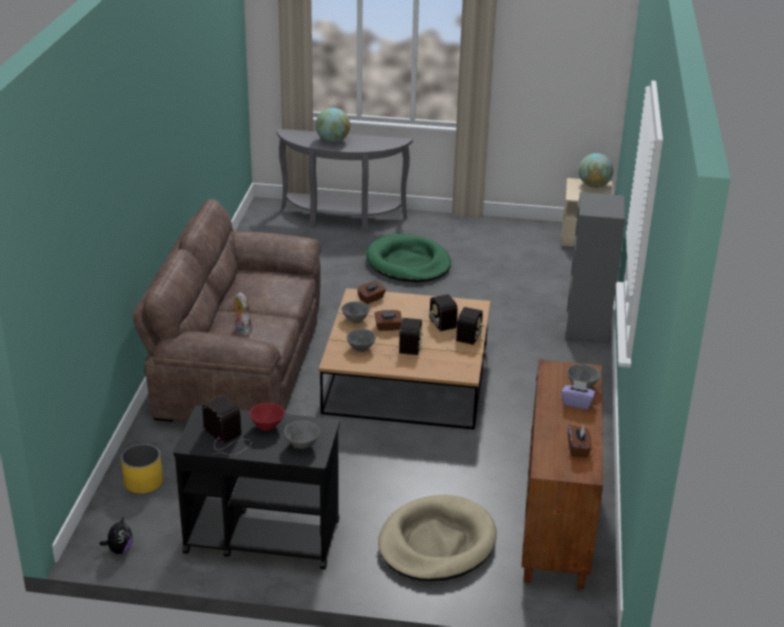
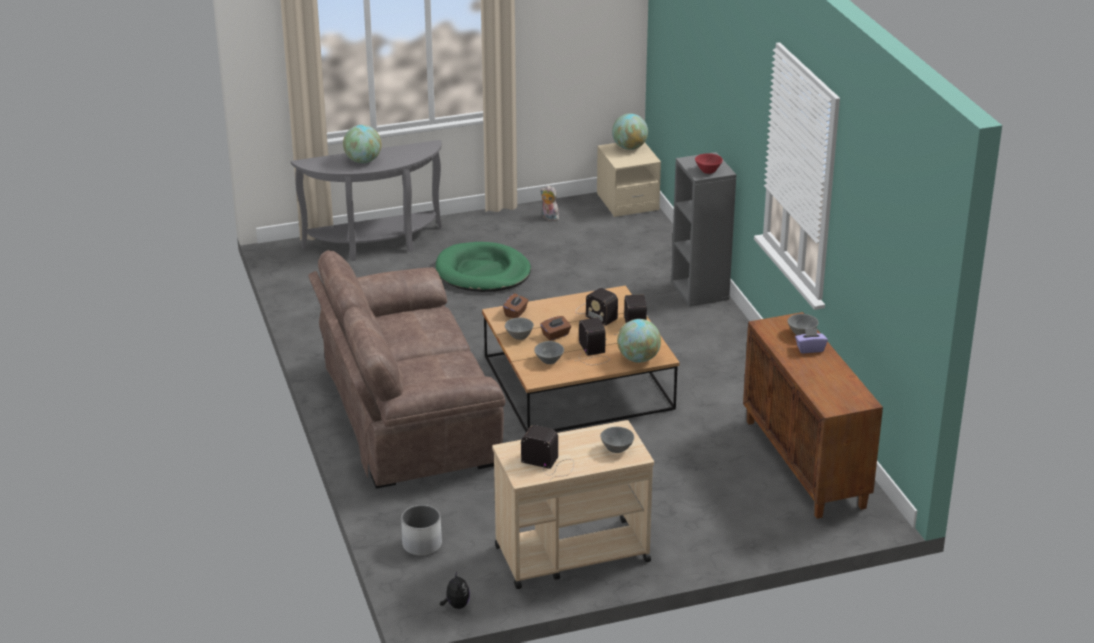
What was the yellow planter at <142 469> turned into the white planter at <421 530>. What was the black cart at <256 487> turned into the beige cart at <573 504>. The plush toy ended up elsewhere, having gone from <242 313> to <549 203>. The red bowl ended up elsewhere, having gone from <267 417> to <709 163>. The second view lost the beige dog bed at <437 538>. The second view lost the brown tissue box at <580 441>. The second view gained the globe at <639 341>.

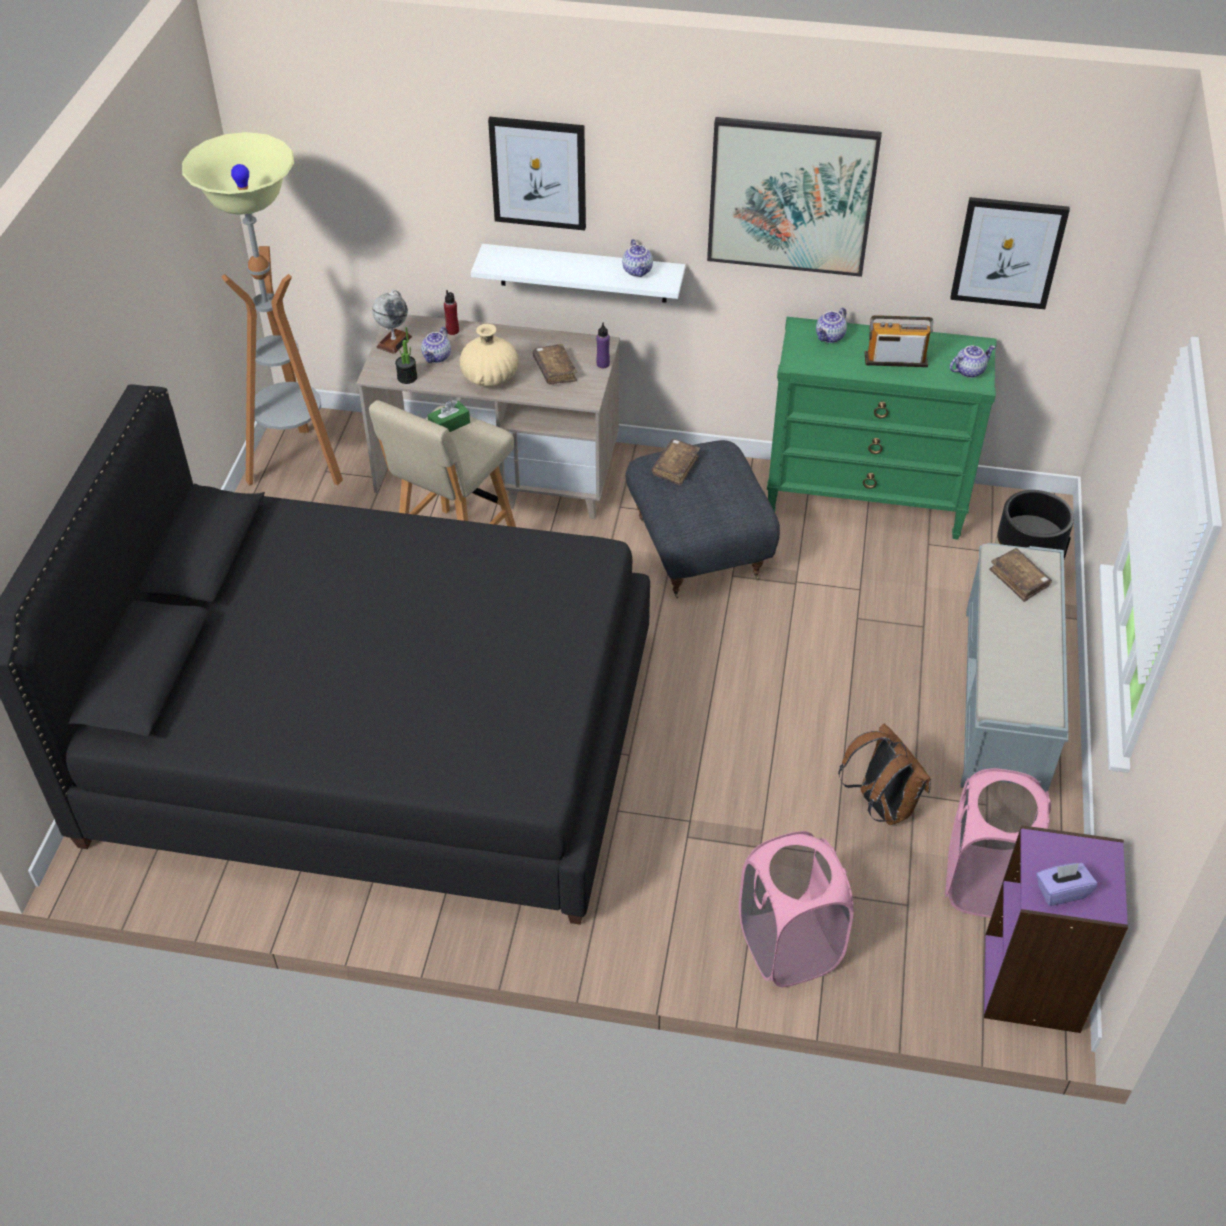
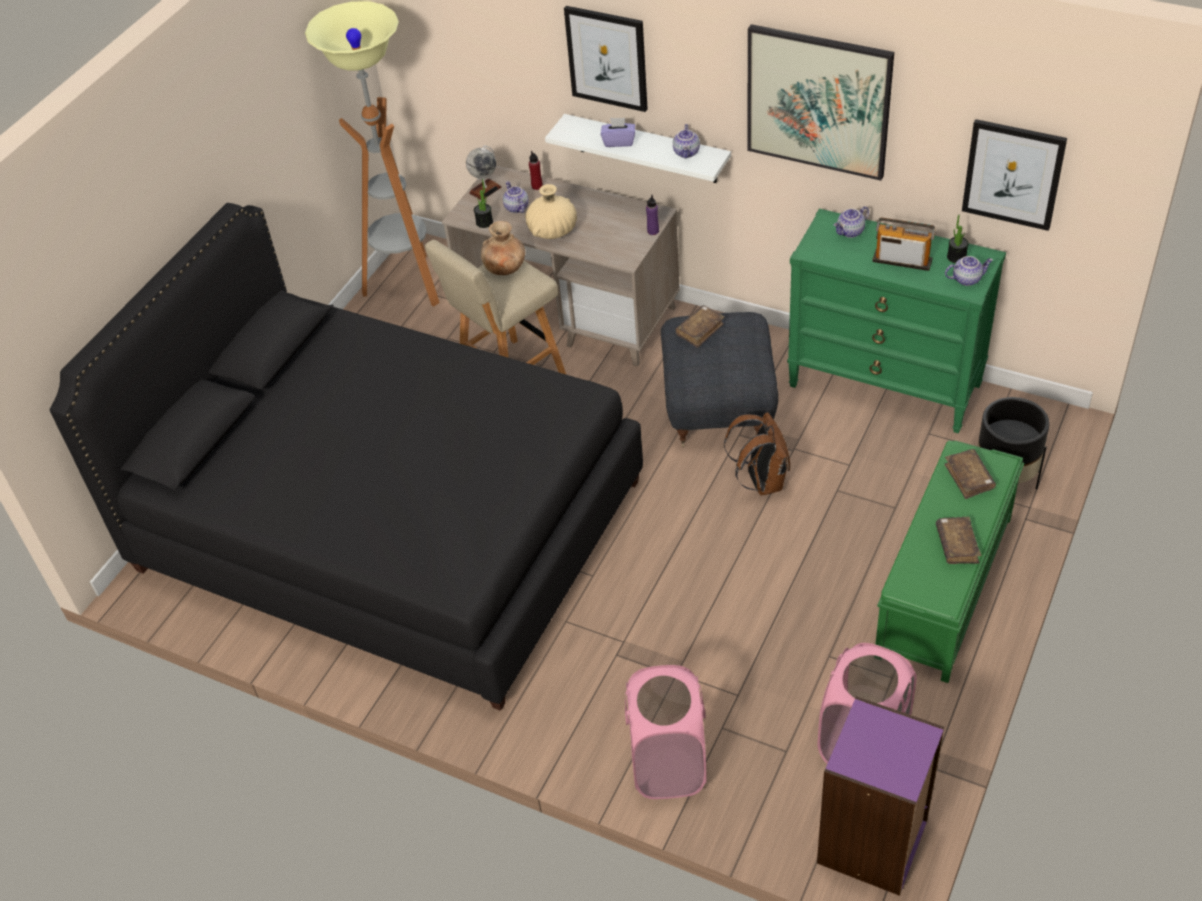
The teapot at <436 345> ended up facing another way, 120 degrees clockwise from before. Where the green tissue box stood at <448 416>, the brown vase came to stand at <503 248>. The brown book ended up elsewhere, having gone from <555 364> to <958 540>. The brown backpack ended up elsewhere, having gone from <884 774> to <757 453>. What was the grey bench at <1014 667> turned into the green bench at <949 562>. The purple tissue box ended up elsewhere, having gone from <1066 884> to <618 132>. The second view gained the potted plant at <958 239>.

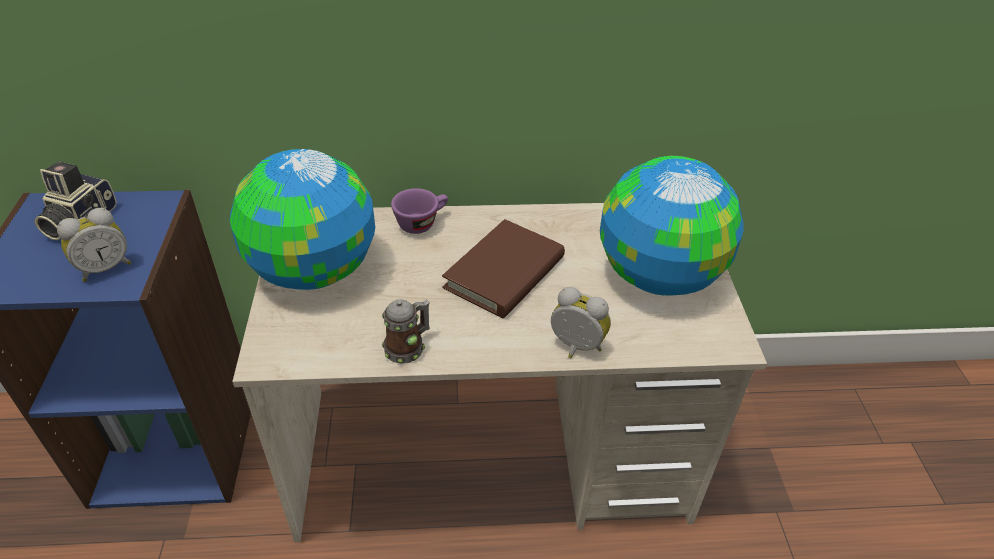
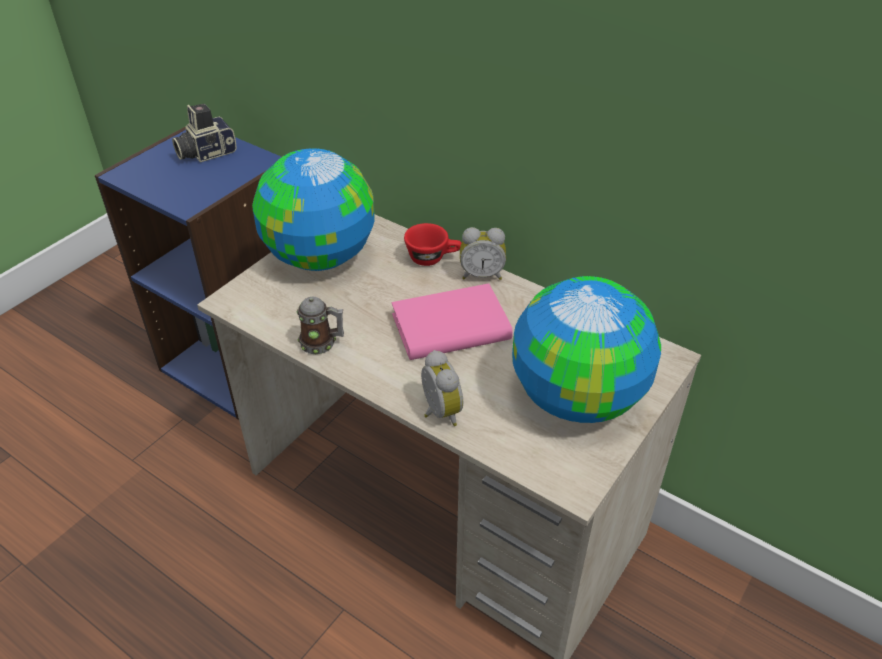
The alarm clock ended up elsewhere, having gone from <94 245> to <483 253>. What was the purple cup at <419 211> turned into the red cup at <433 244>. What was the brown book at <503 268> turned into the pink book at <452 322>.

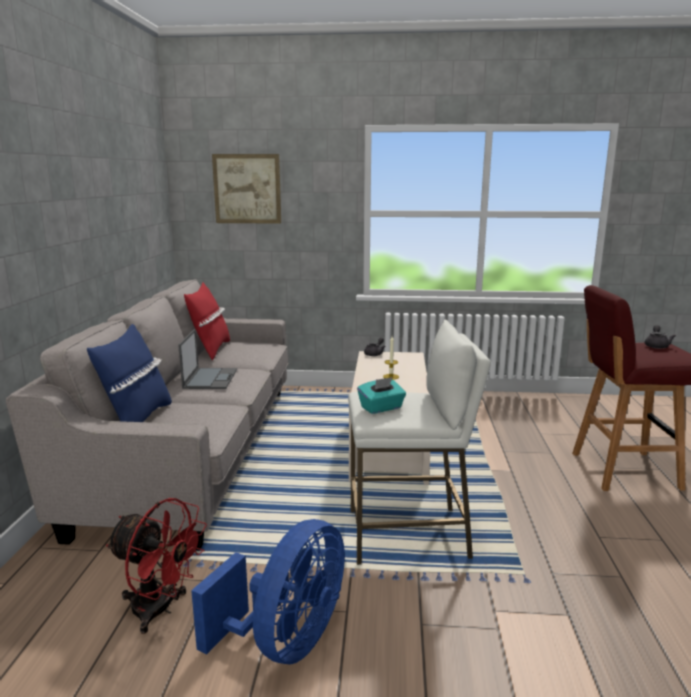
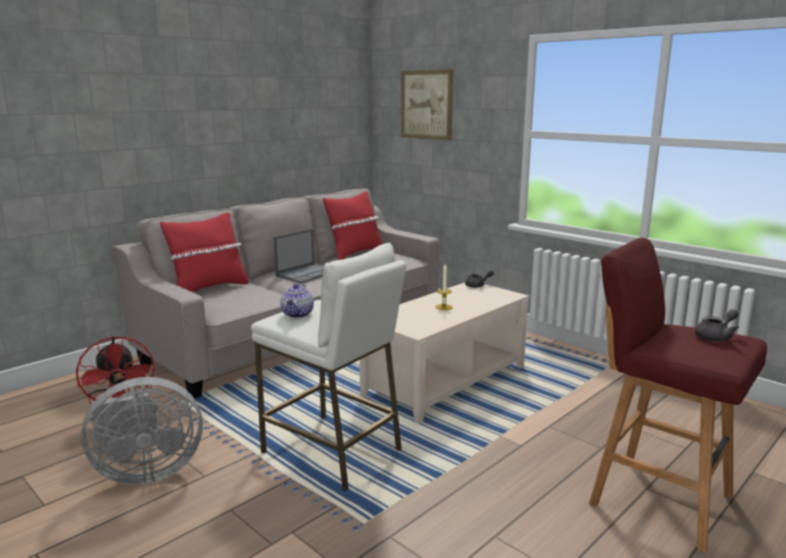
What was the blue pillow at <129 373> turned into the red pillow at <204 252>. What was the blue fan at <268 591> turned into the grey fan at <142 431>. Where the turquoise tissue box stood at <381 395>, the teapot came to stand at <297 300>.

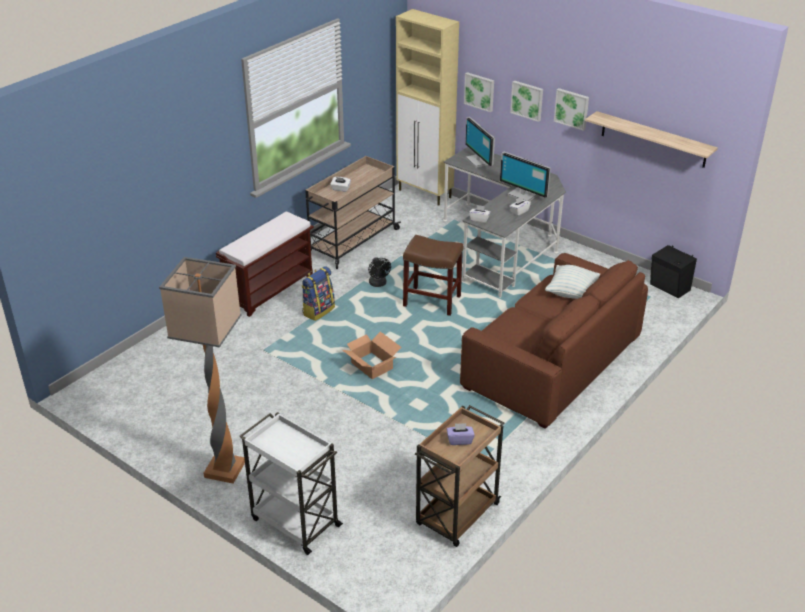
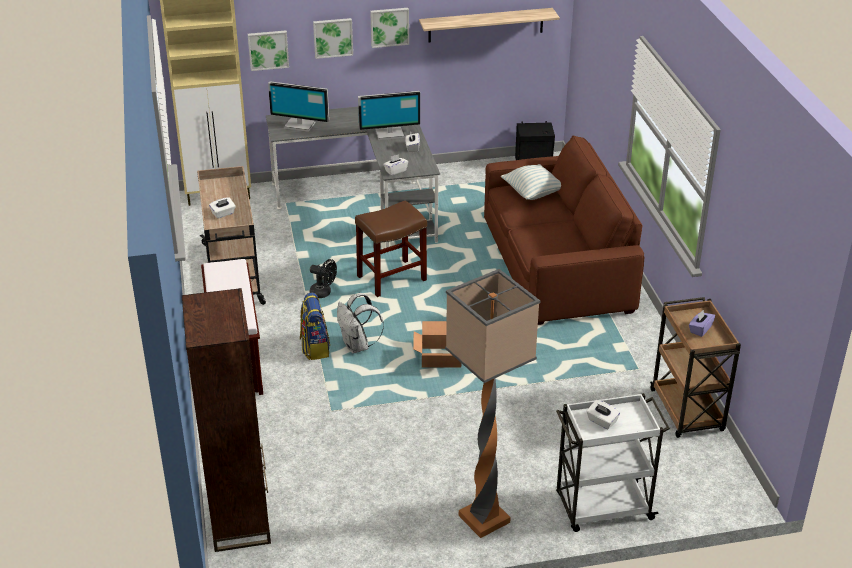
The second view gained the brown bookcase at <226 420>. The second view gained the white backpack at <360 323>. The second view gained the white tissue box at <603 414>.

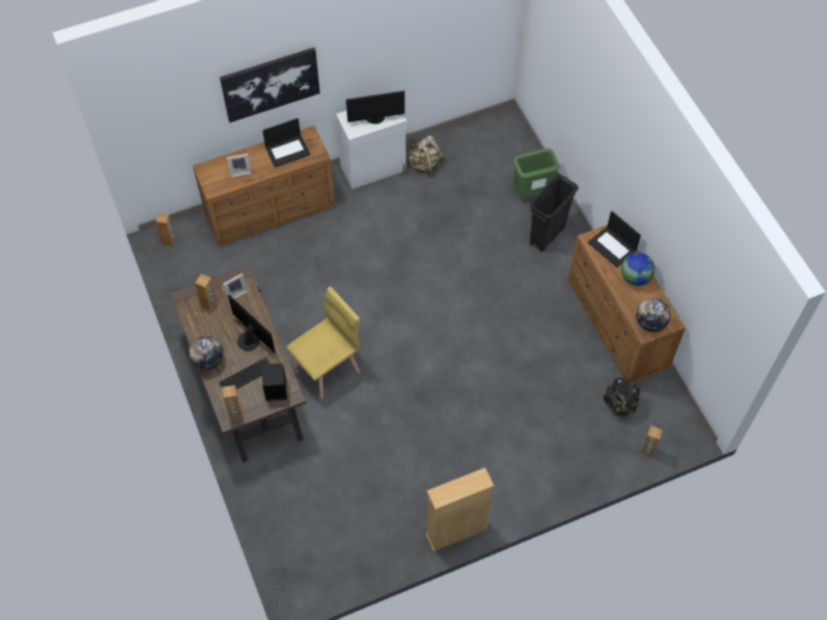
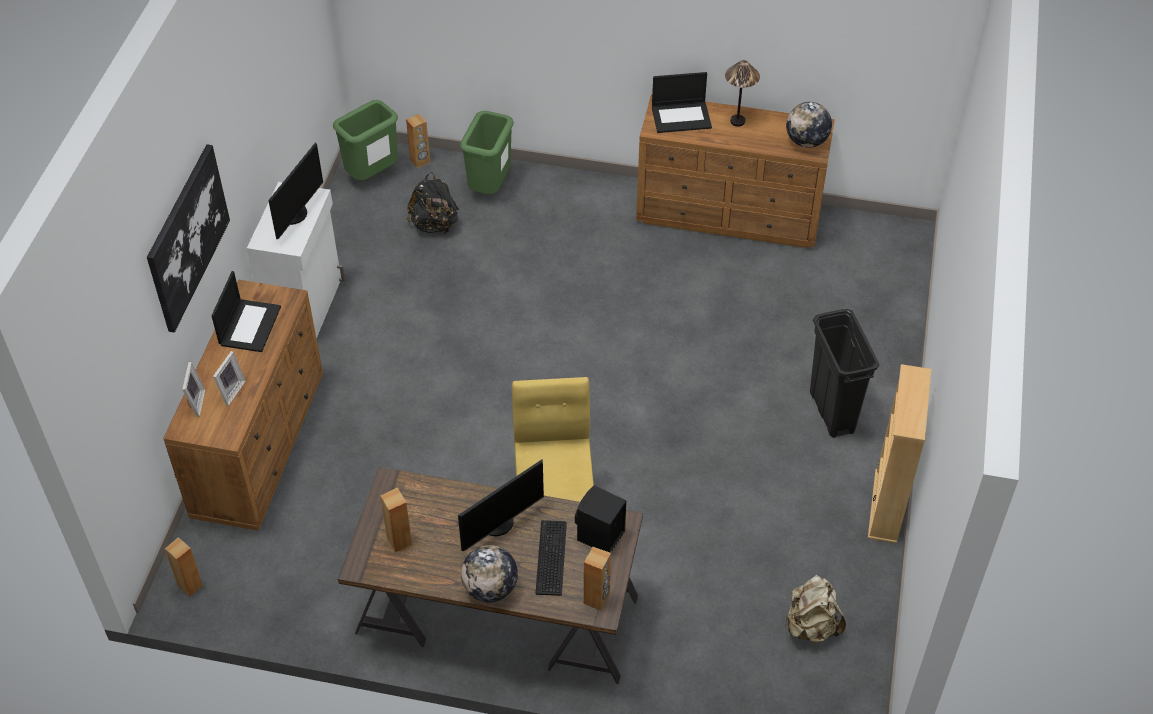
The picture frame ended up elsewhere, having gone from <235 287> to <193 389>. The monitor at <251 324> ended up facing another way, 150 degrees clockwise from before. The beige backpack ended up elsewhere, having gone from <426 155> to <815 609>. The black trash can ended up elsewhere, having gone from <553 213> to <845 373>. The black backpack ended up elsewhere, having gone from <621 397> to <433 203>. Where the globe stood at <638 269>, the table lamp came to stand at <742 93>. The brown speaker ended up elsewhere, having gone from <651 441> to <418 141>. The second view gained the green trash can at <365 140>.

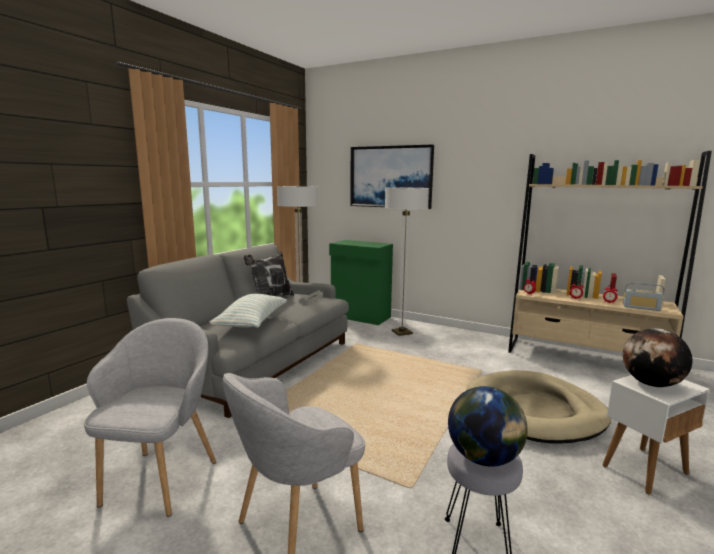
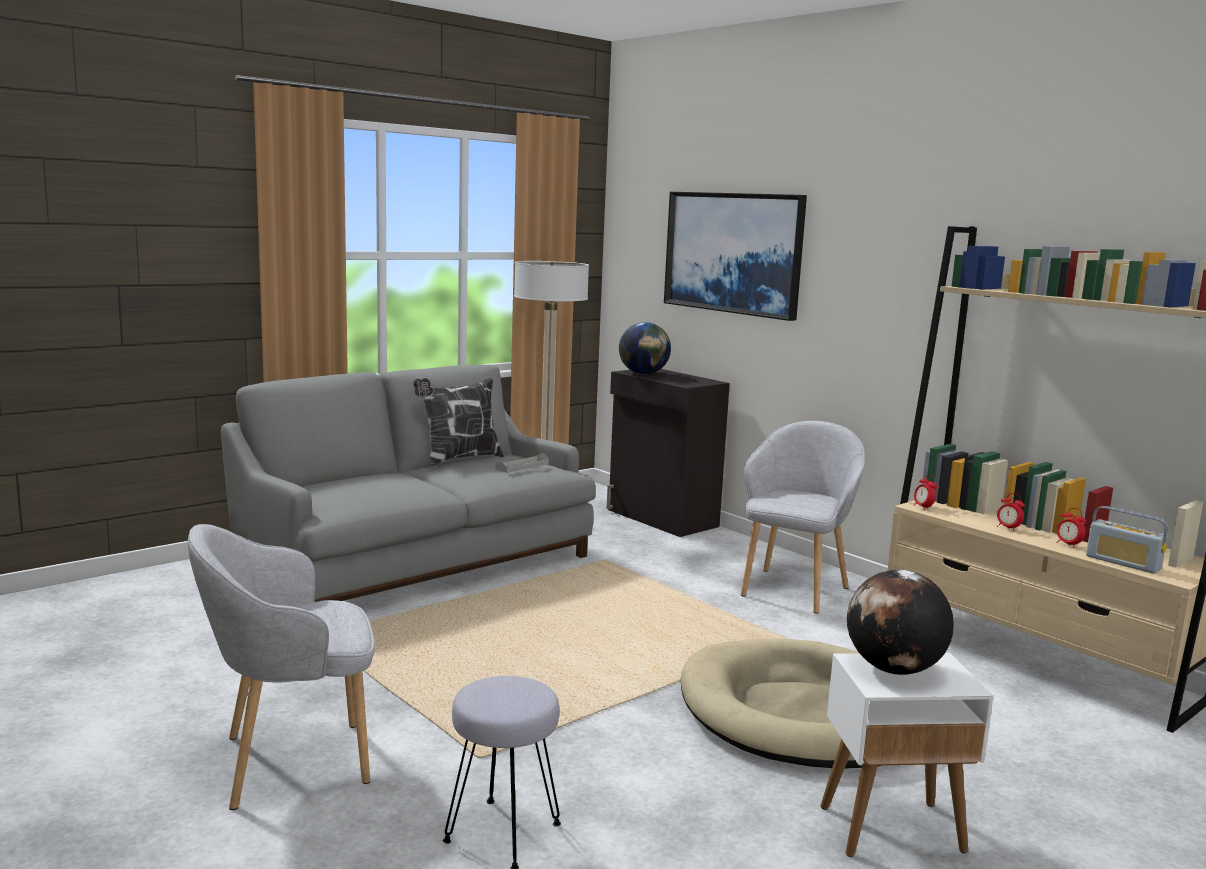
The grey armchair ended up elsewhere, having gone from <150 417> to <803 517>. The second view lost the pillow at <248 311>. What was the green cabinet at <361 282> turned into the black cabinet at <668 453>. The second view lost the floor lamp at <407 261>. The globe ended up elsewhere, having gone from <488 426> to <645 348>.

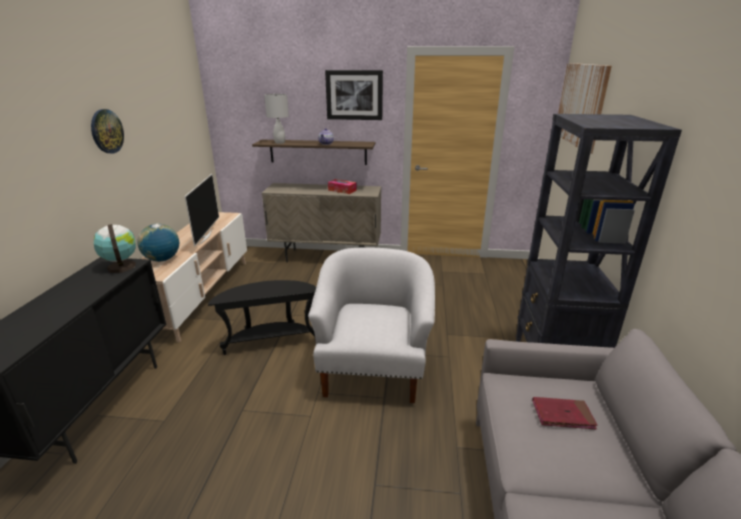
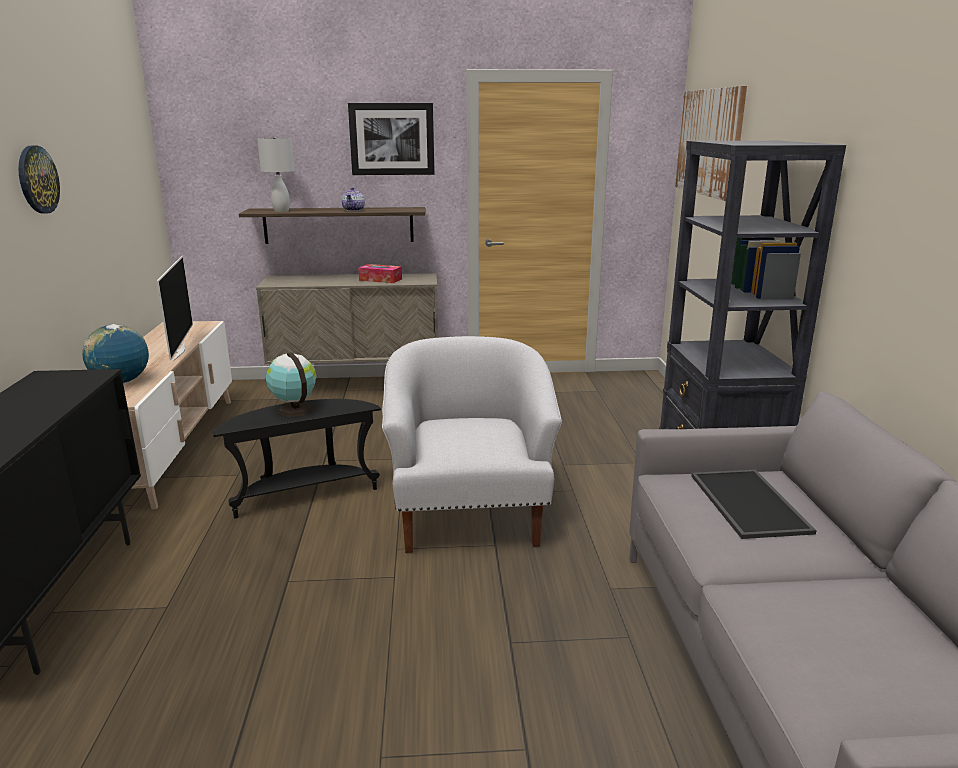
The globe ended up elsewhere, having gone from <115 248> to <290 384>. Where the red book stood at <565 413>, the tray came to stand at <754 504>.

